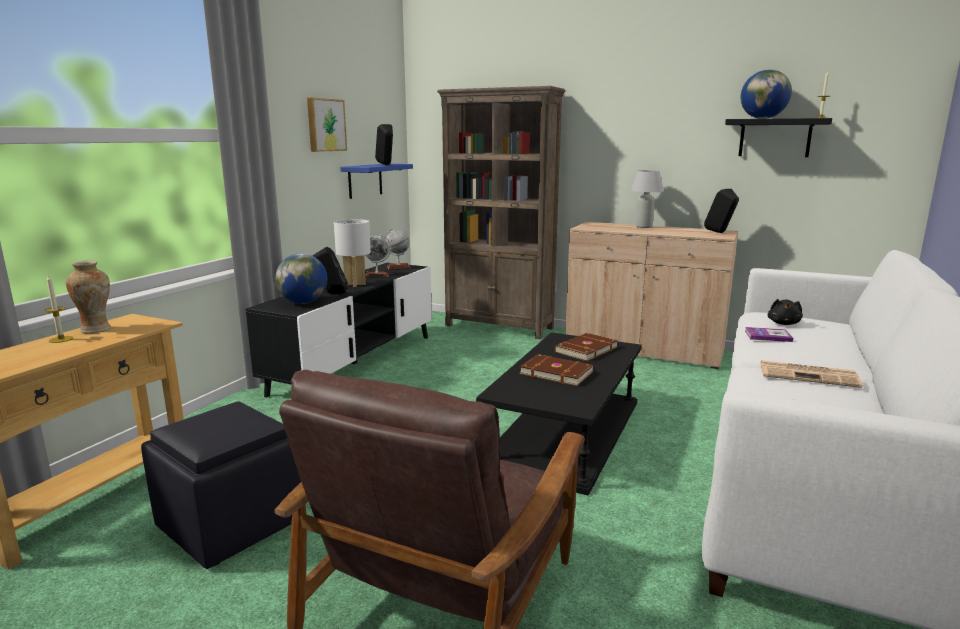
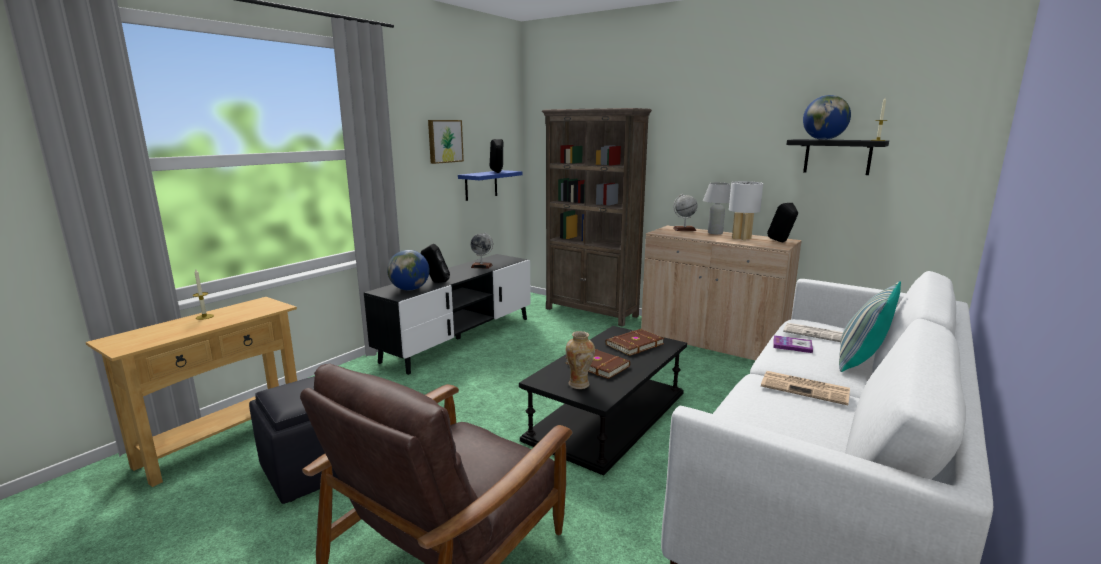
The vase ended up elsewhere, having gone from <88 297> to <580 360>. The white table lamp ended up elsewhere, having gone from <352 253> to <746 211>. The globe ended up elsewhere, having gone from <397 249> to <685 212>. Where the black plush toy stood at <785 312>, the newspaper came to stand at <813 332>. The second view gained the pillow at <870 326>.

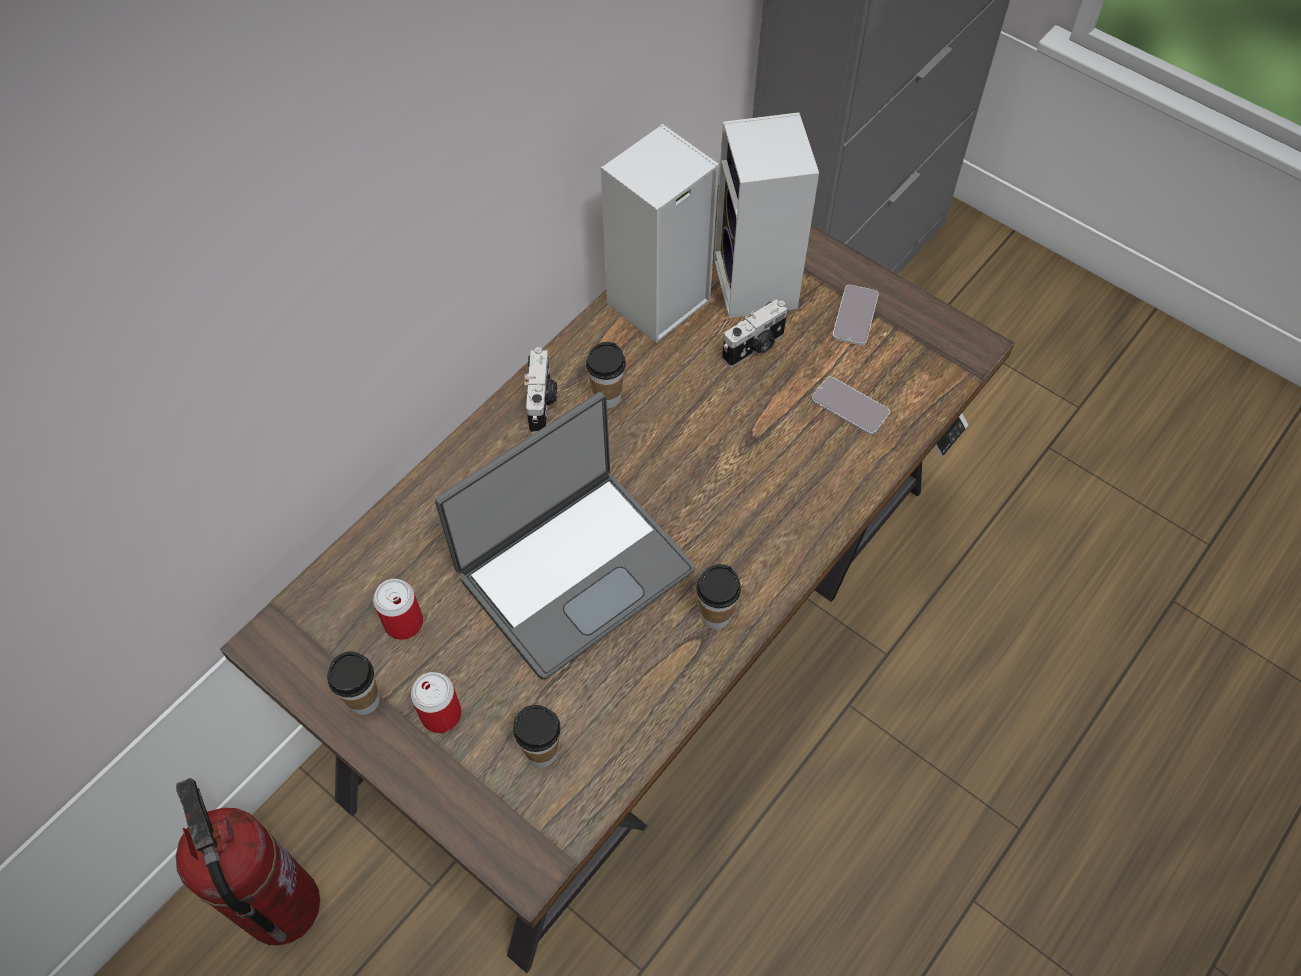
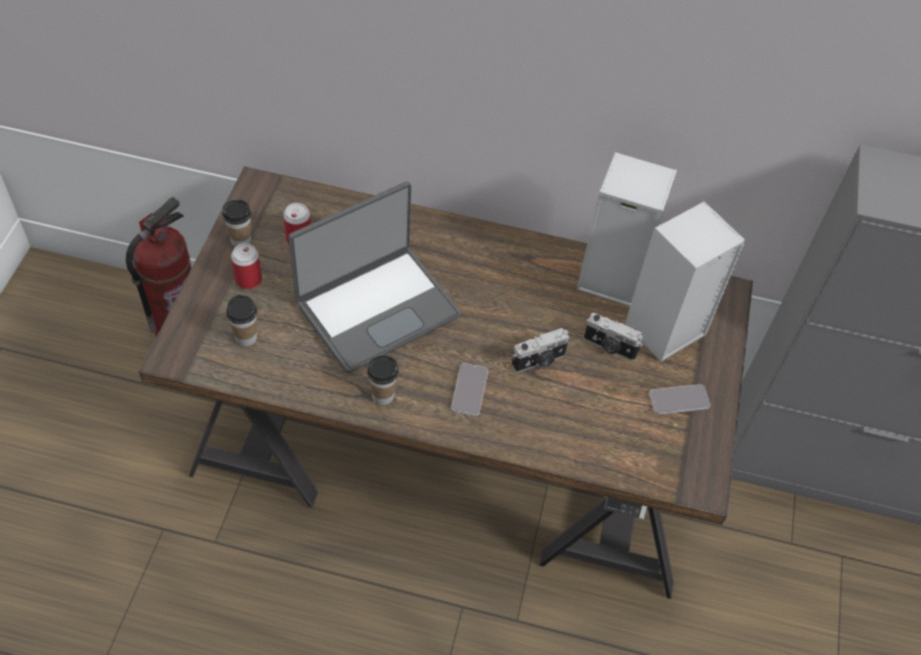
The laptop at <565 536> ended up facing another way, 60 degrees counterclockwise from before. The photo camera ended up elsewhere, having gone from <540 390> to <540 350>. The second view lost the cup at <606 375>. The phone ended up elsewhere, having gone from <851 406> to <469 389>.

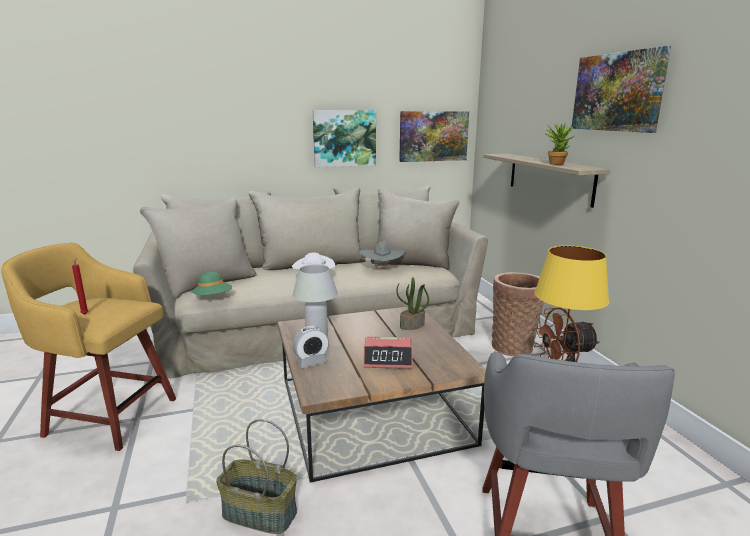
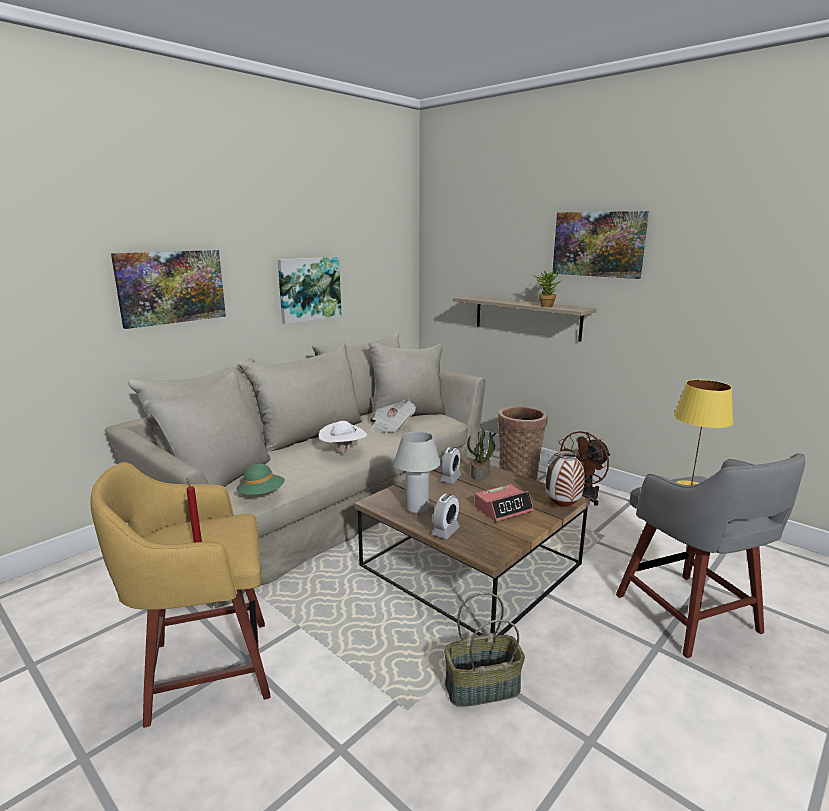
Where the grey hat stood at <382 256>, the newspaper came to stand at <393 416>. The picture ended up elsewhere, having gone from <434 136> to <168 289>. The second view gained the alarm clock at <451 465>. The second view gained the vase at <565 479>.

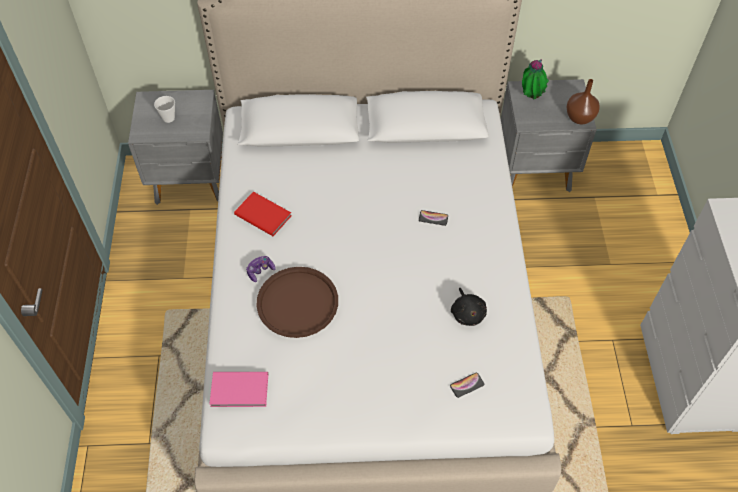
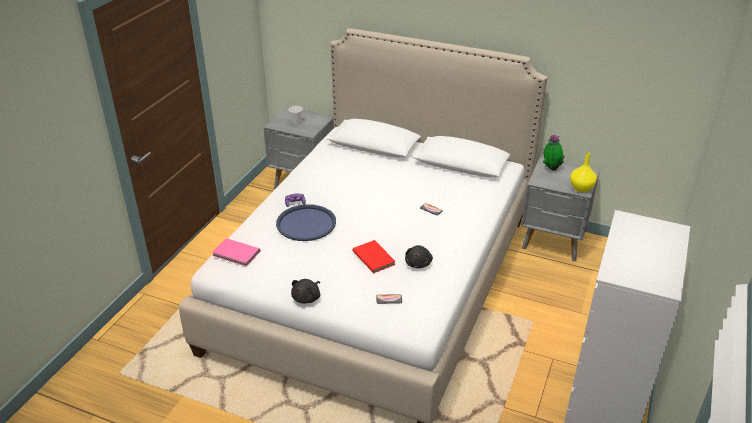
The red book ended up elsewhere, having gone from <262 214> to <373 256>. What was the brown tray at <297 302> turned into the blue tray at <306 222>. What was the brown vase at <583 101> turned into the yellow vase at <583 173>. The second view gained the black plush toy at <305 291>.

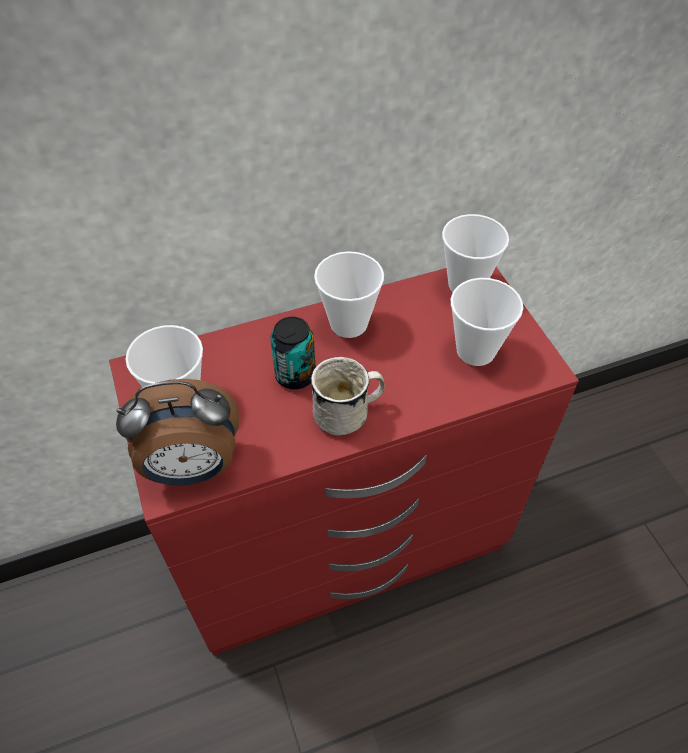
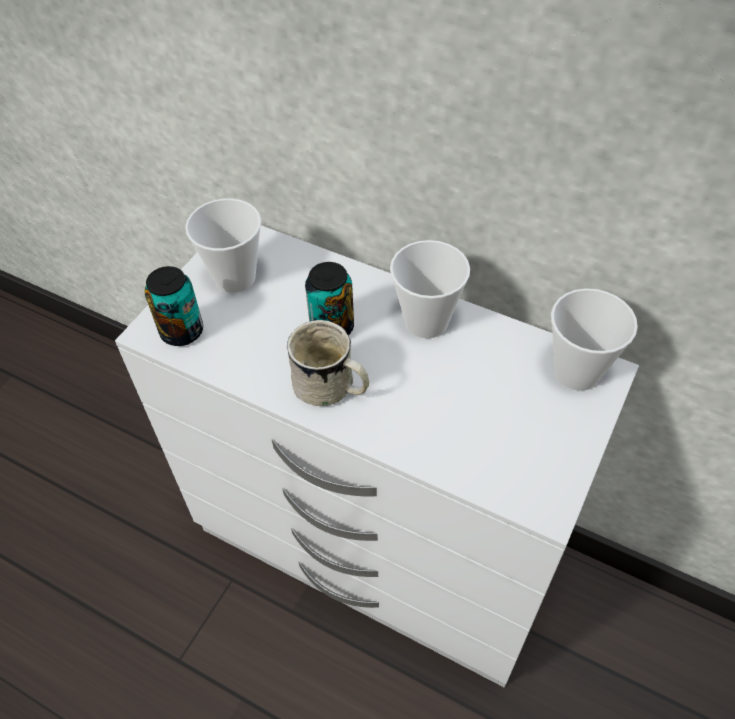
What was the red dresser at <344 461> turned into the white dresser at <377 456>. Where the alarm clock stood at <177 432>, the can came to stand at <174 306>. The second view lost the cup at <487 322>.

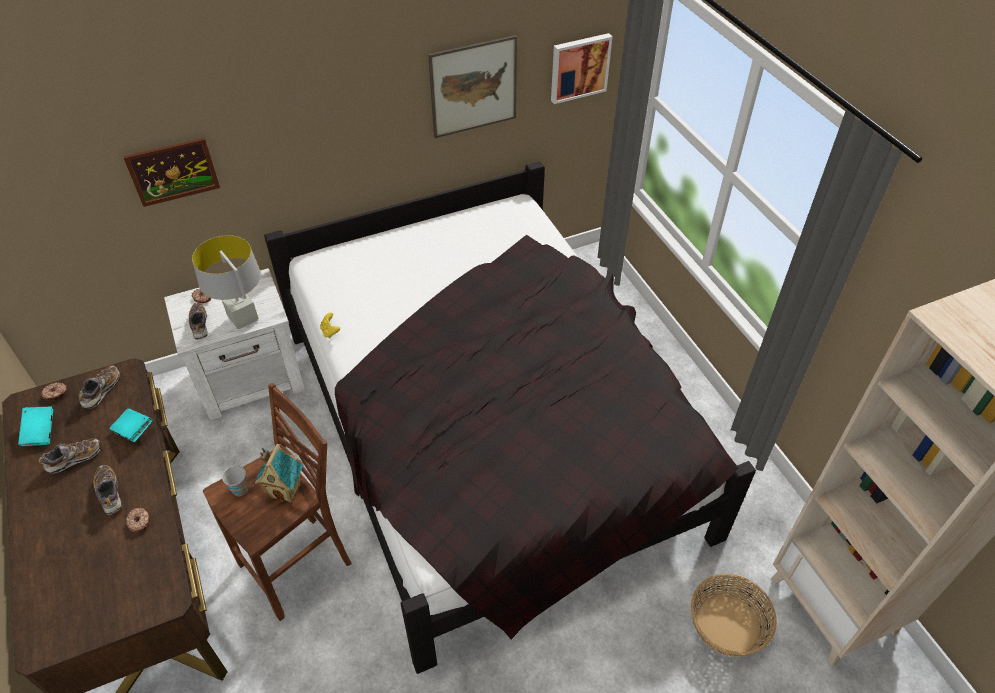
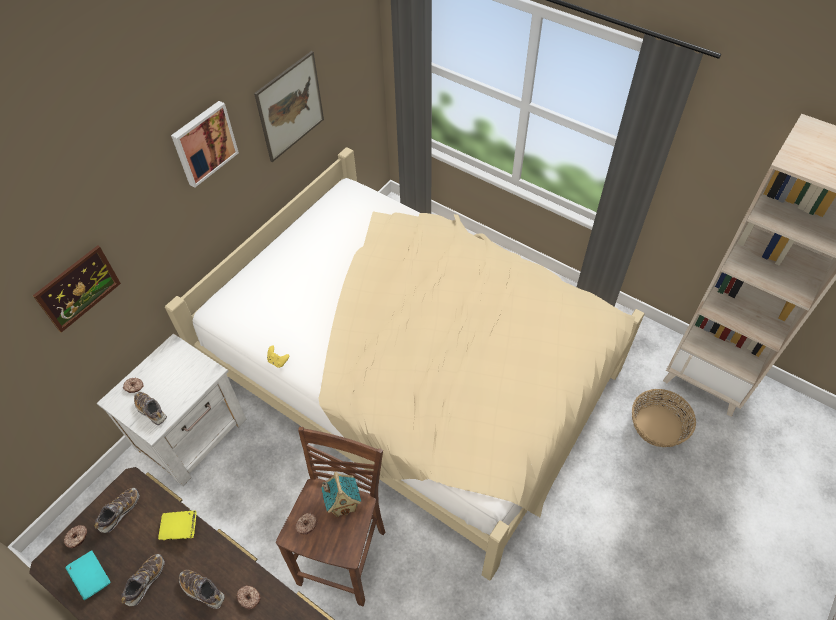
The shoe at <99 386> ended up facing another way, 45 degrees clockwise from before. What was the turquoise book at <131 425> turned into the yellow book at <177 525>. The second view lost the grey table lamp at <226 282>. Where the cup stood at <235 481>, the donut came to stand at <306 524>. What was the black bed at <510 417> turned into the beige bed at <404 364>. The picture ended up elsewhere, having gone from <581 68> to <205 144>.

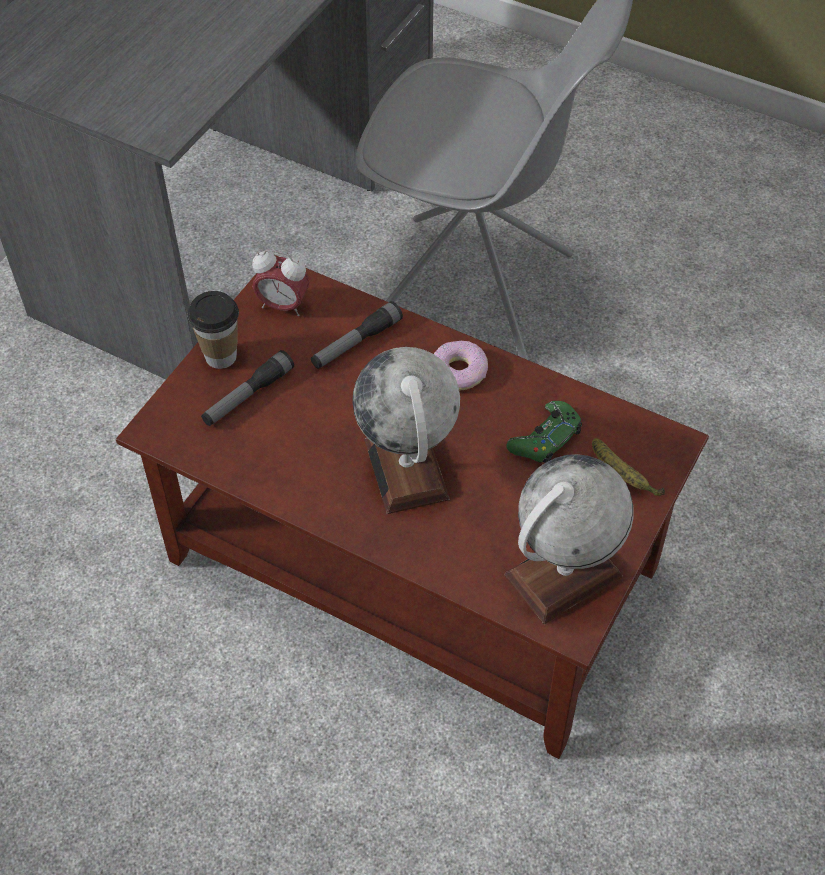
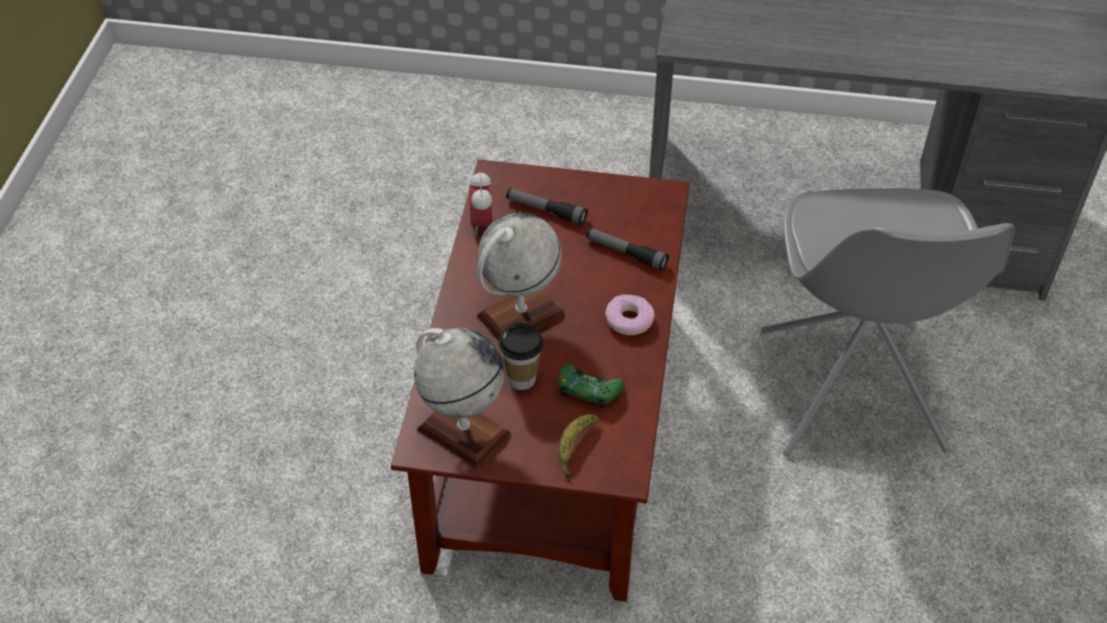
The cup ended up elsewhere, having gone from <213 330> to <521 356>. The alarm clock ended up elsewhere, having gone from <281 283> to <481 203>.

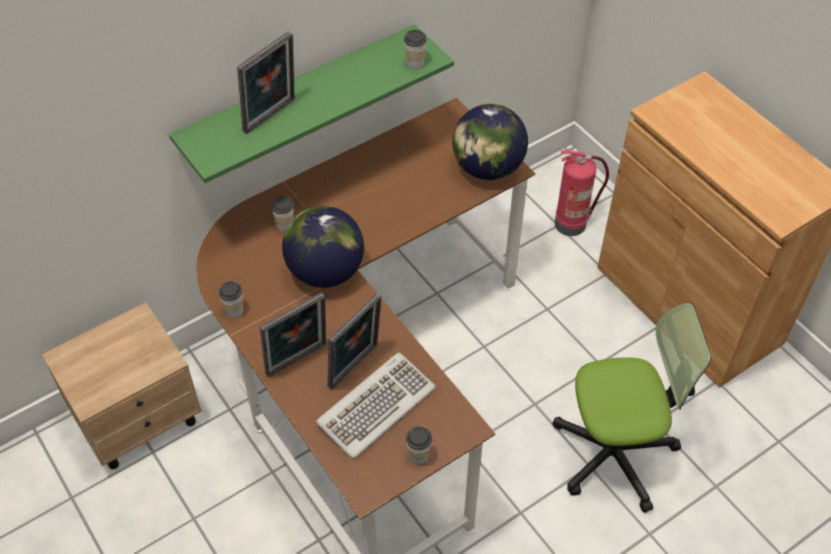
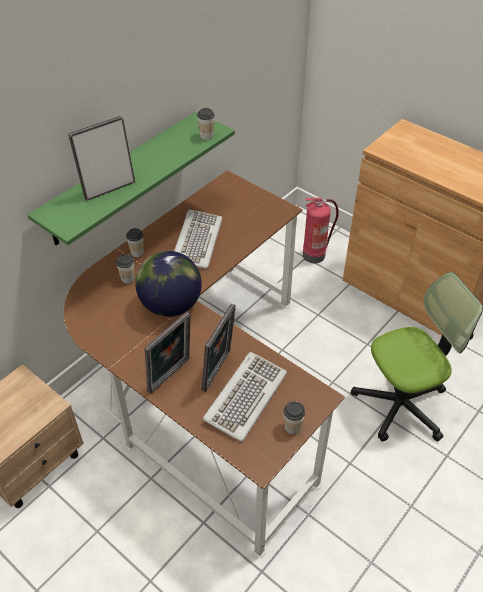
The cup ended up elsewhere, having gone from <230 299> to <135 242>. The picture frame at <266 82> ended up facing another way, 150 degrees counterclockwise from before. The second view lost the globe at <490 142>. The second view gained the keyboard at <198 239>.

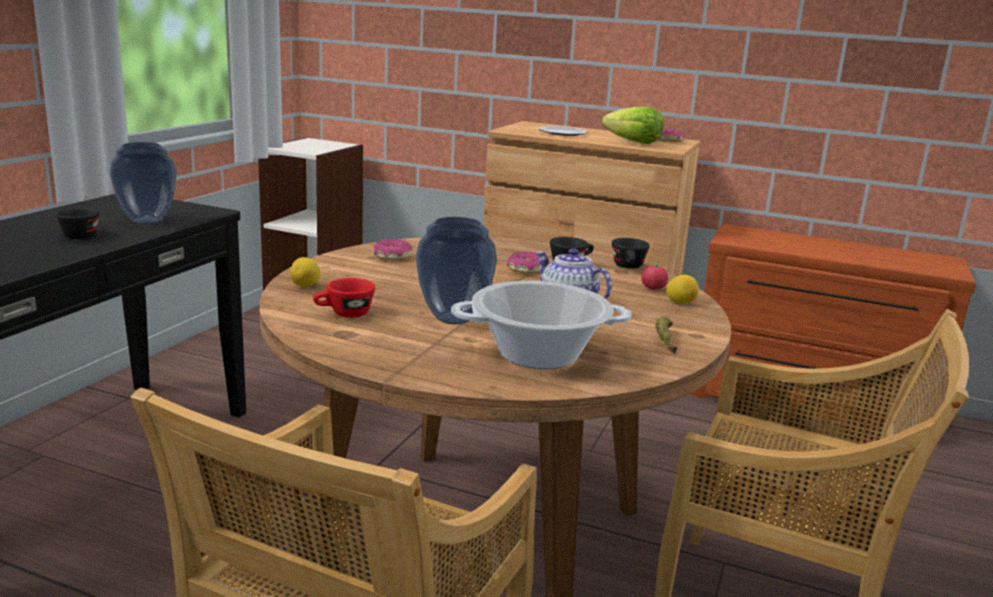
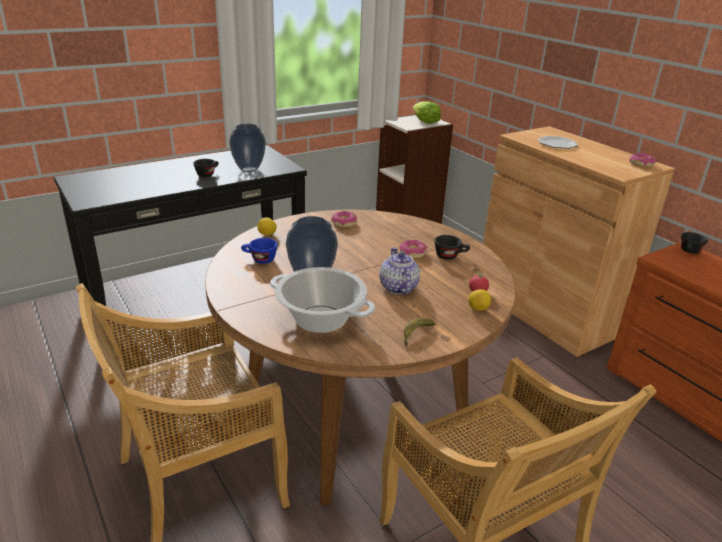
What was the red cup at <344 298> turned into the blue cup at <259 251>. The lettuce ended up elsewhere, having gone from <633 125> to <427 112>. The black cup ended up elsewhere, having gone from <631 253> to <694 243>.

